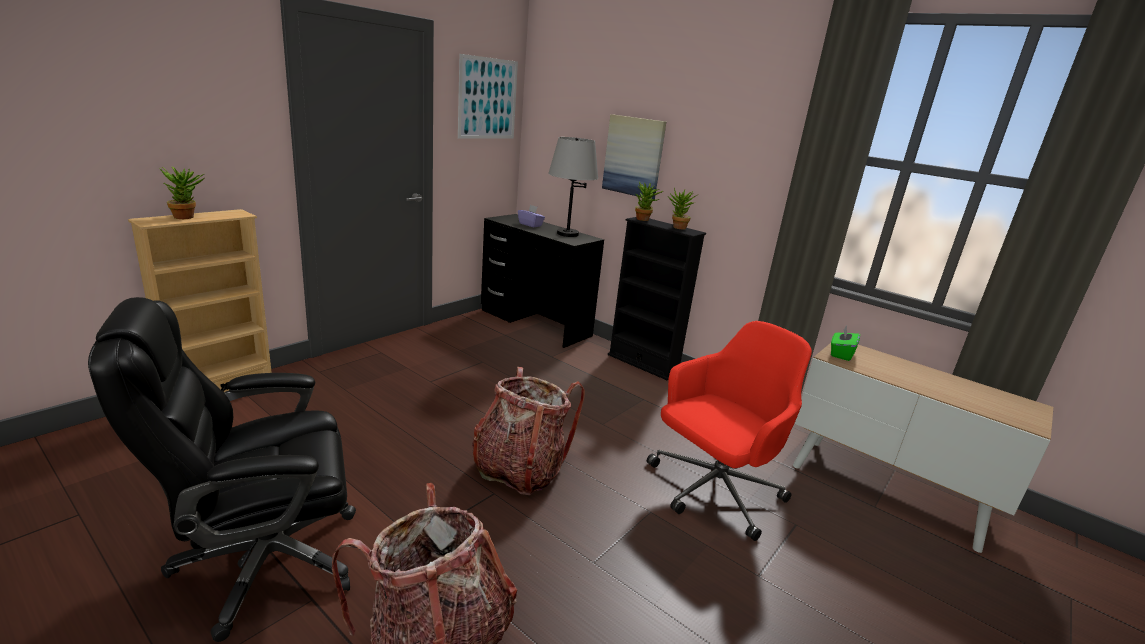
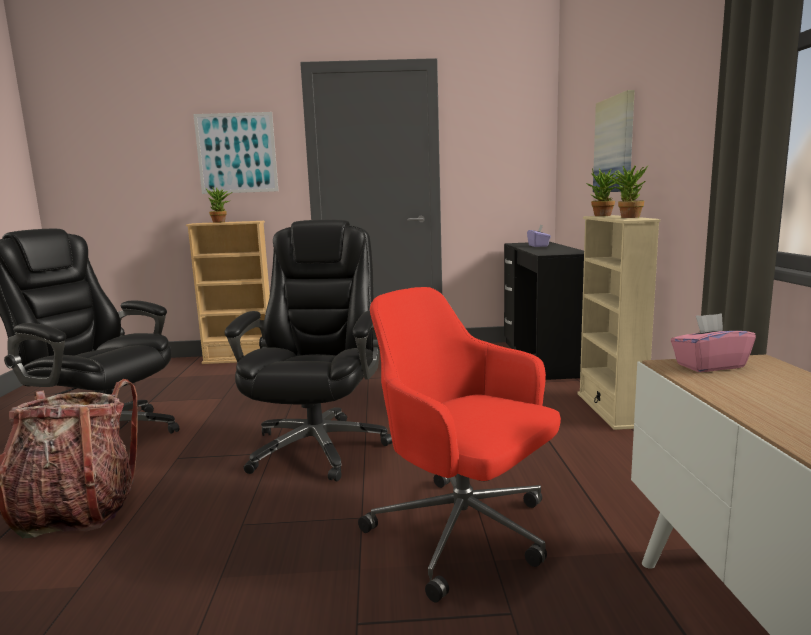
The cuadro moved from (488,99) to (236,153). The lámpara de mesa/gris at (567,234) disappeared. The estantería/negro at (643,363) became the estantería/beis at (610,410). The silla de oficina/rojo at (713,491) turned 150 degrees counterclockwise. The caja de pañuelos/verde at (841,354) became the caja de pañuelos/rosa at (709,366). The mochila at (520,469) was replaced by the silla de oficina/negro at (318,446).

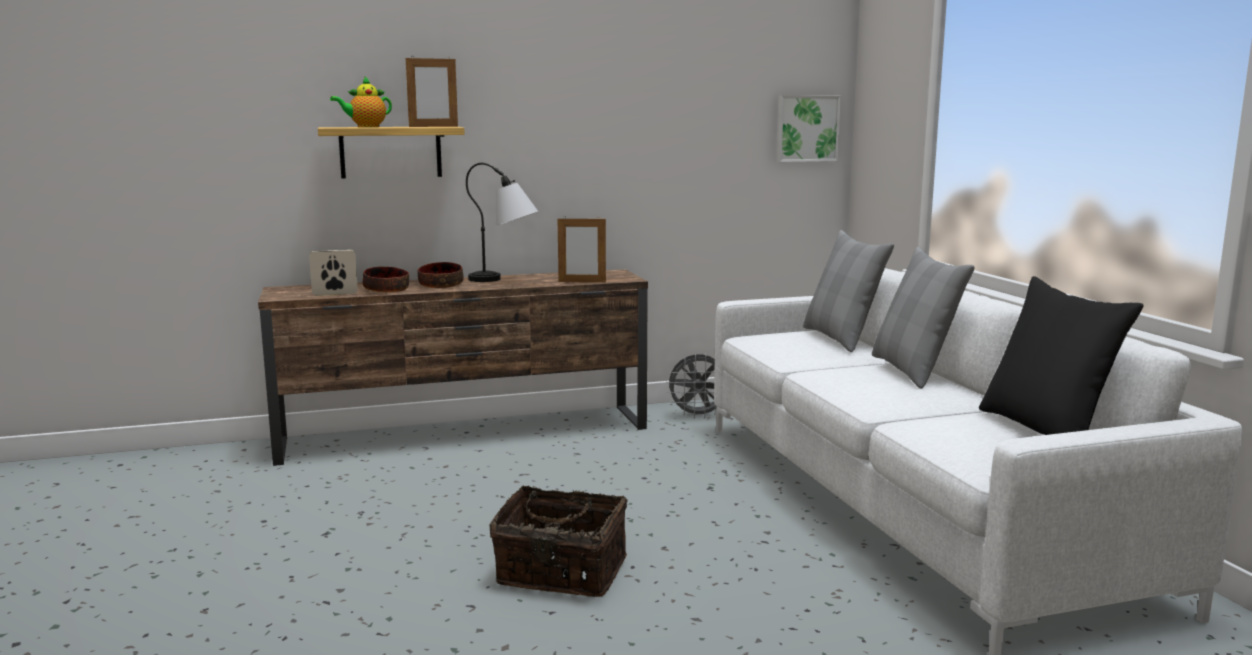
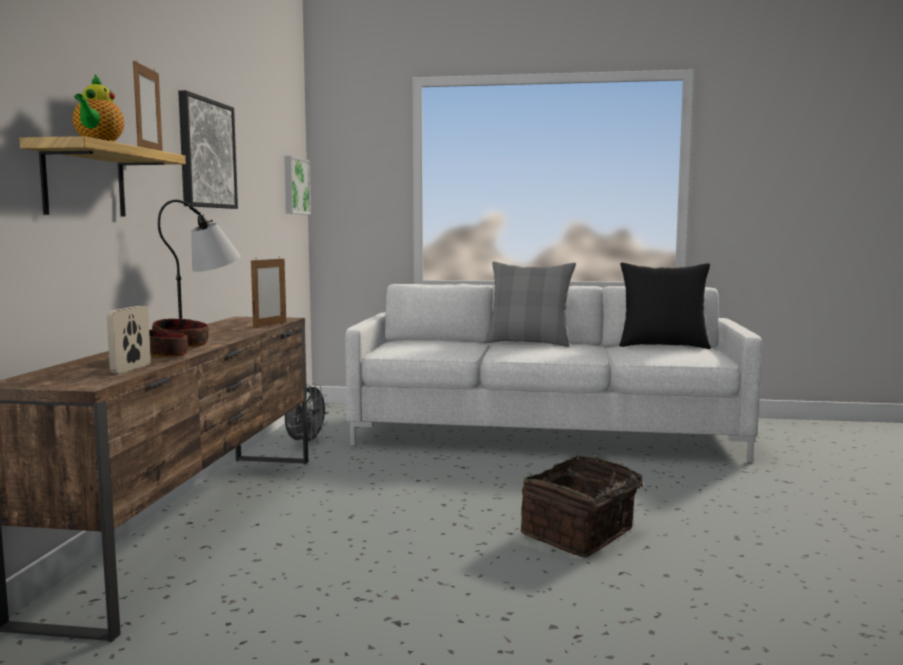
The cojín/gris at (841,338) disappeared. The cuadro at (206,154) appeared.

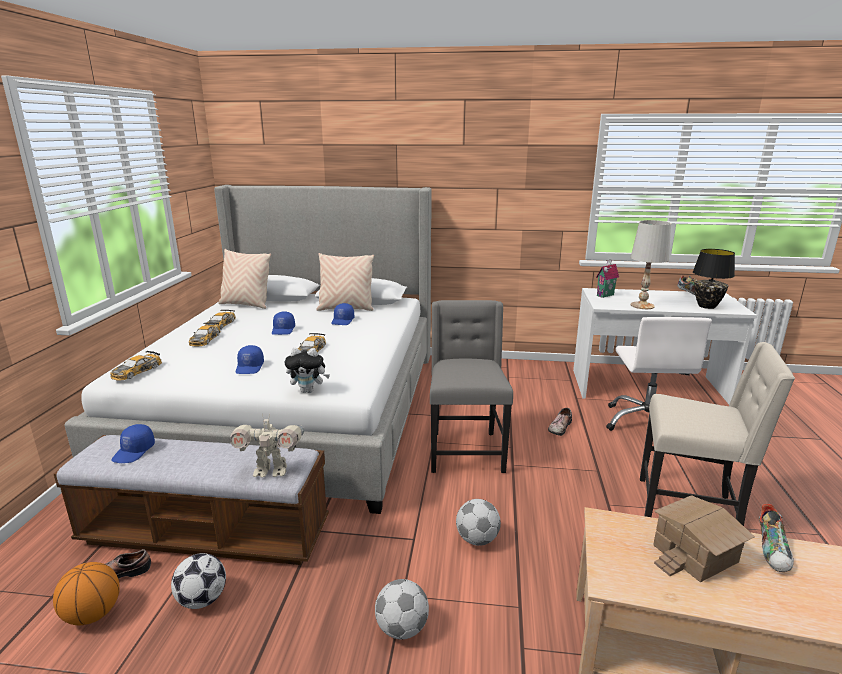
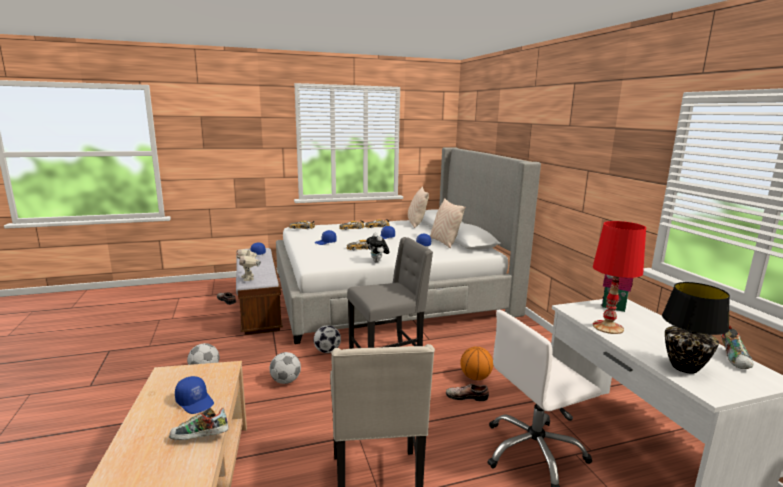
The lámpara de mesa/blanco at (642,305) became the lámpara de mesa/rojo at (608,327). The peluche moved from (308,391) to (377,261). The casita at (693,552) was replaced by the gorra/azul at (195,402). The balón de fútbol moved from (202,599) to (327,351). The balón de baloncesto moved from (93,614) to (475,377).

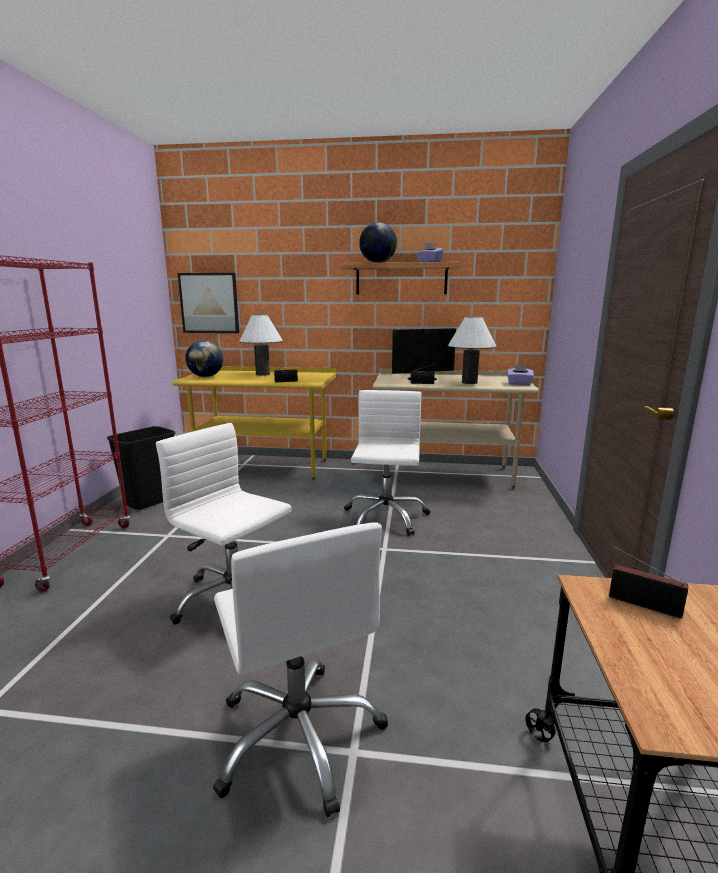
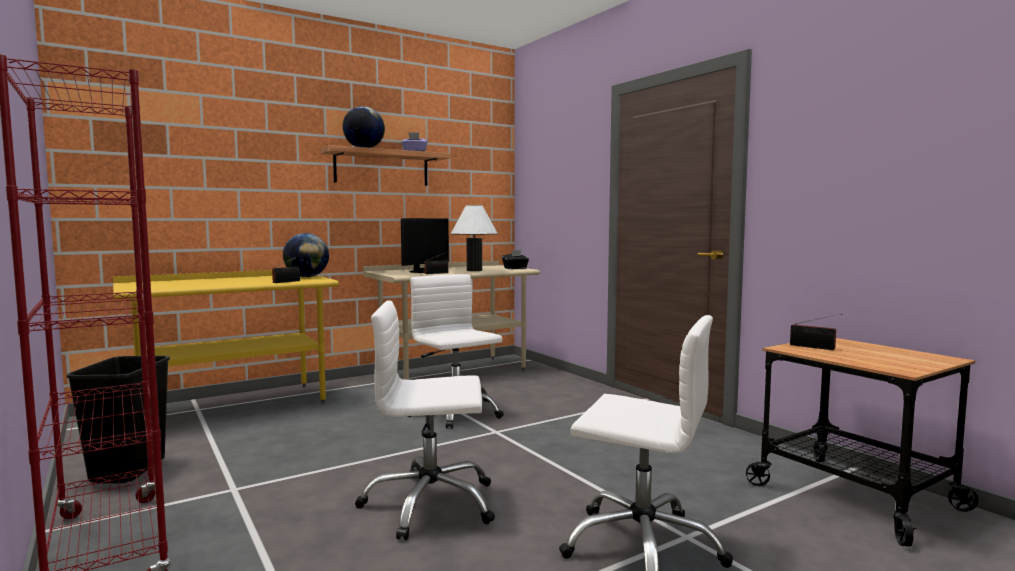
The cuadro at (209,303) disappeared. The lámpara de mesa/blanco at (262,374) disappeared. The globo terráqueo moved from (206,376) to (307,277). The caja de pañuelos/morado at (519,384) became the caja de pañuelos/negro at (515,268). The radio at (640,603) turned 135 degrees counterclockwise.

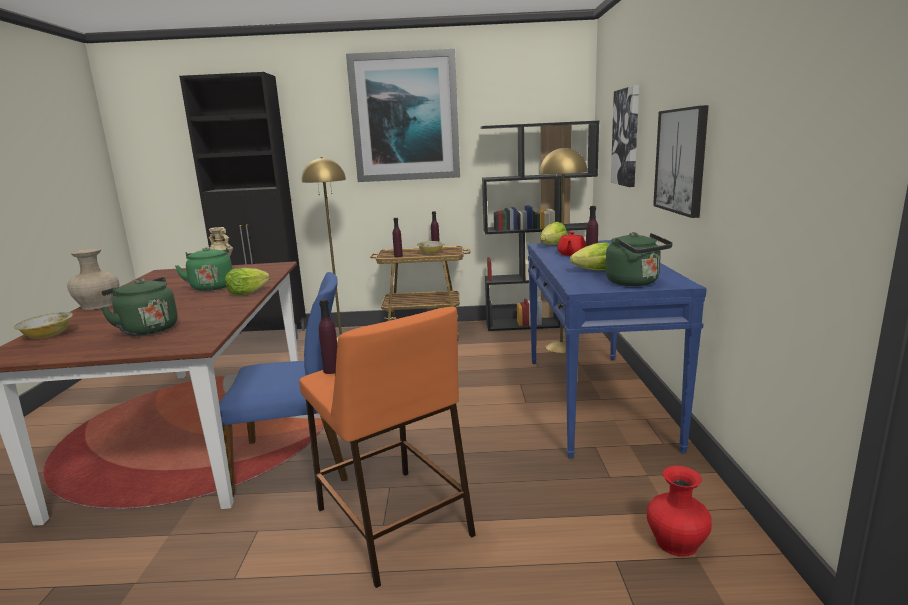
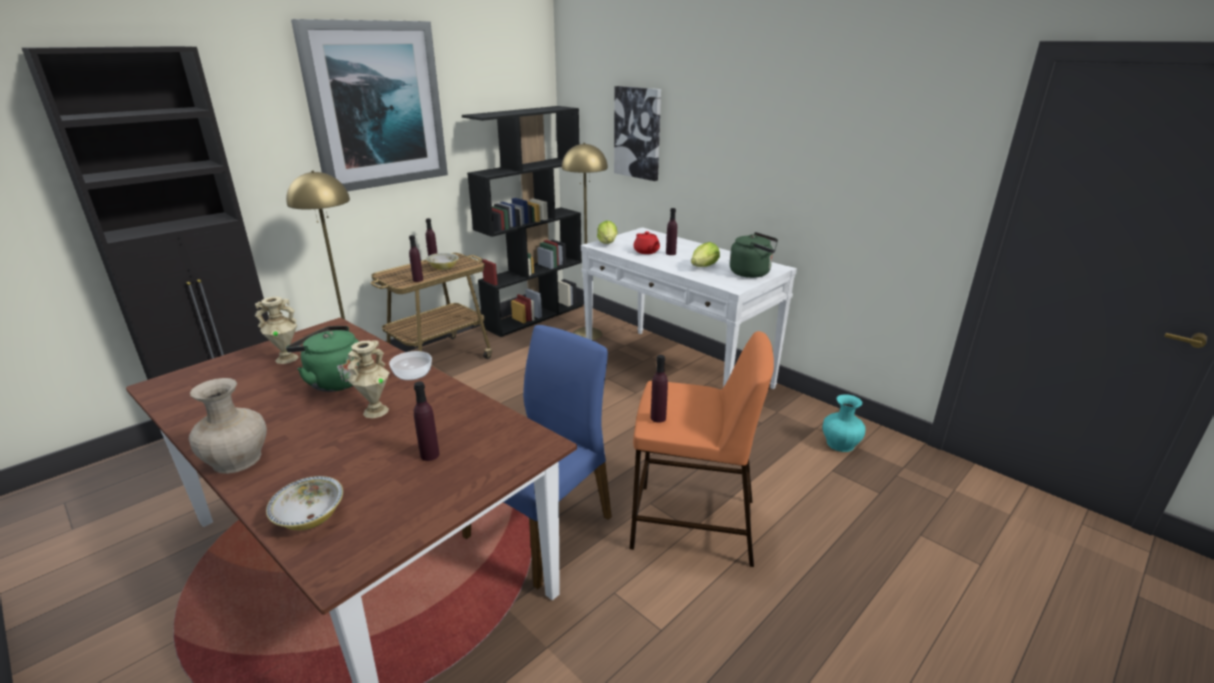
The cuadro at (681,161) disappeared. The mesa consola/azul at (596,400) became the mesa consola/blanco at (677,371). The lechuga at (247,293) was replaced by the cuenco at (412,374). The hervidor/verde at (147,329) was replaced by the botella/morado at (430,455). The florero/rojo at (677,542) became the florero/turquesa at (841,444). The florero/beis at (375,411) appeared.

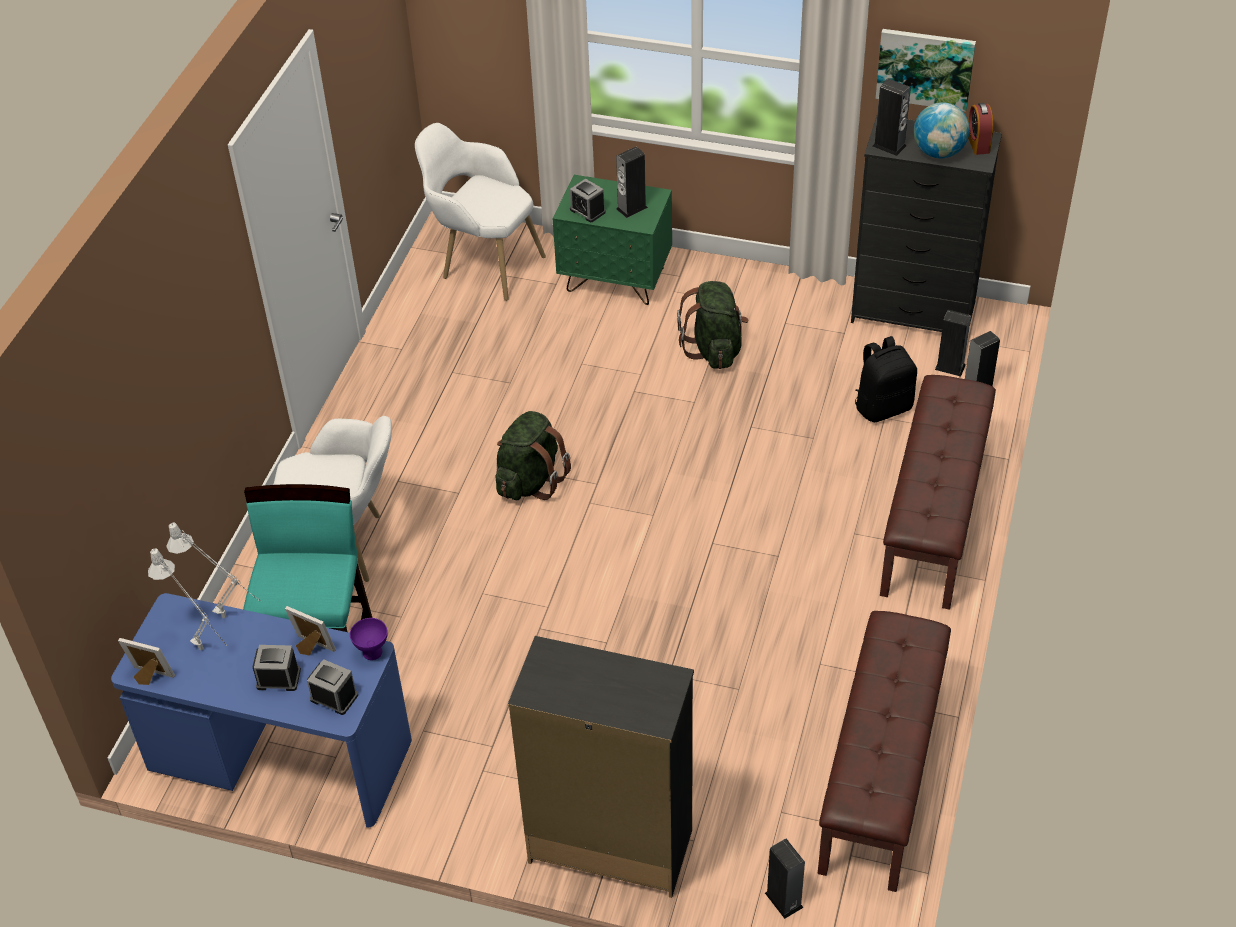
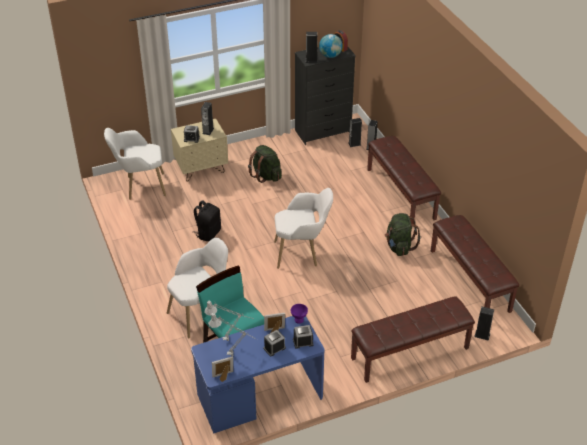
The cuadro at (925,68) disappeared. The mesita de noche/verde at (616,280) became the mesita de noche/beis at (201,169). The mochila/negro moved from (883,407) to (208,233). The mochila/verde moved from (530,481) to (399,247). The cómoda/negro at (609,846) was replaced by the banco/marrón at (410,353). The sillón/blanco at (302,253) appeared.

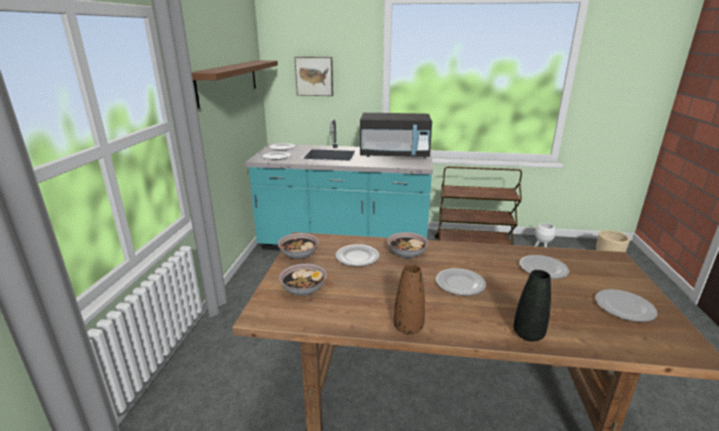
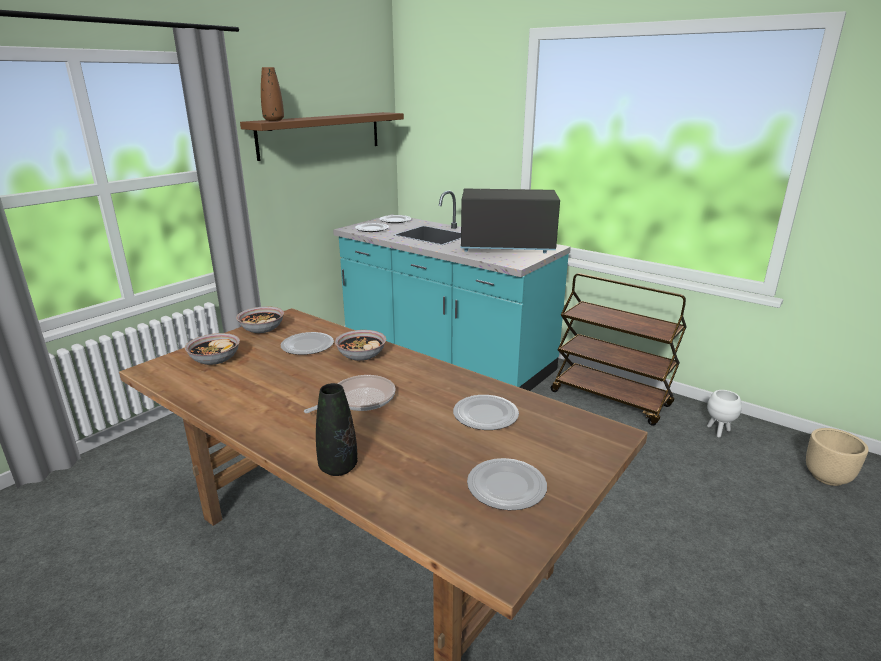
The cuadro at (314,76) disappeared. The microondas/negro at (394,155) turned 150 degrees clockwise. The florero/marrón moved from (408,328) to (273,120). The plato at (459,284) was replaced by the sartén at (360,399).

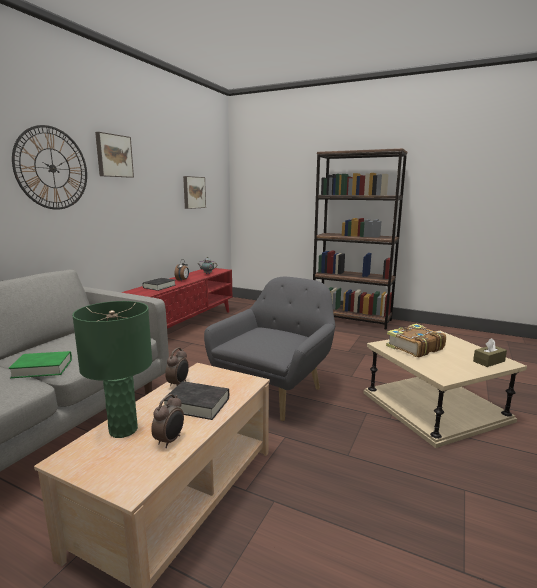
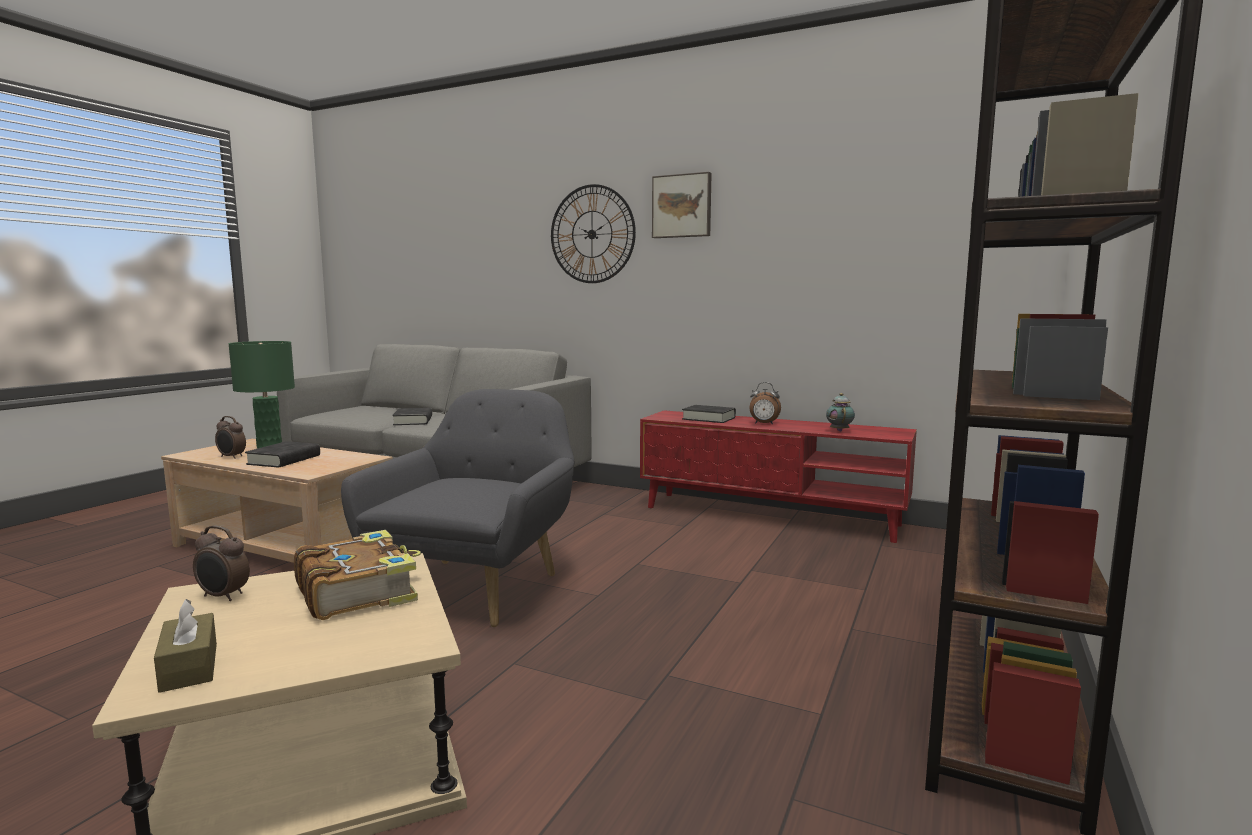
The cuadro at (193,192) disappeared. The sillón/gris at (275,391) turned 105 degrees counterclockwise. The despertador moved from (178,384) to (223,596). The libro/verde at (42,368) became the libro/negro at (413,421).

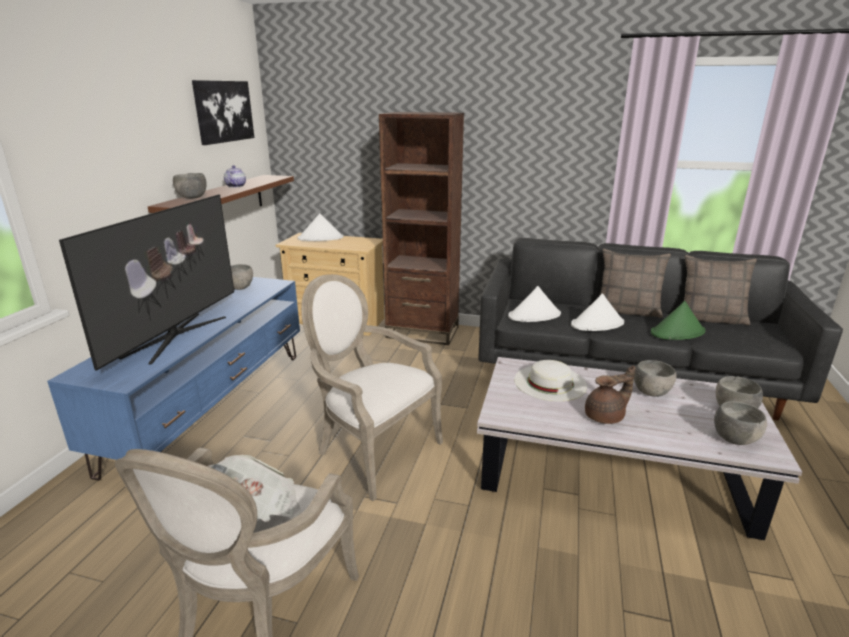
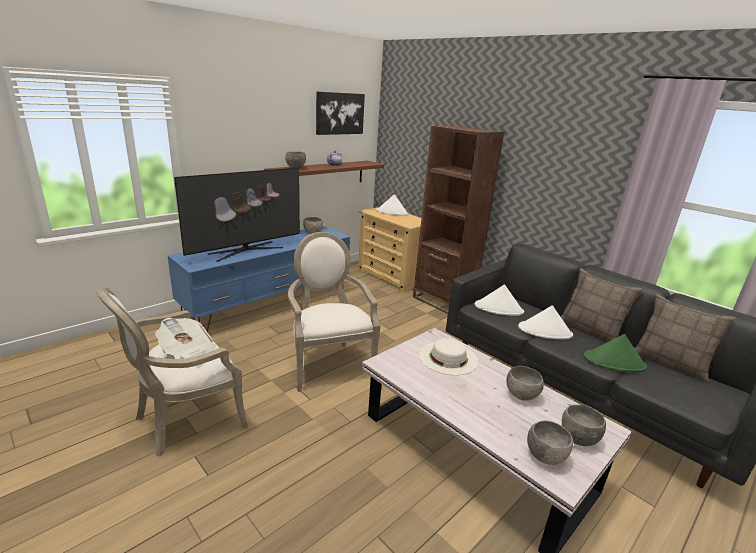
The tetera/marrón at (606,417) disappeared.

